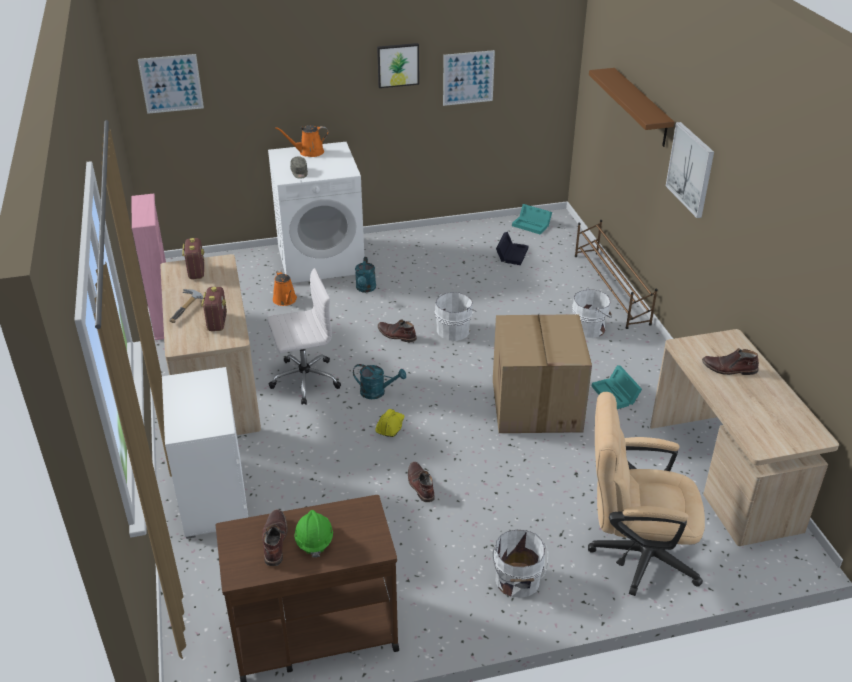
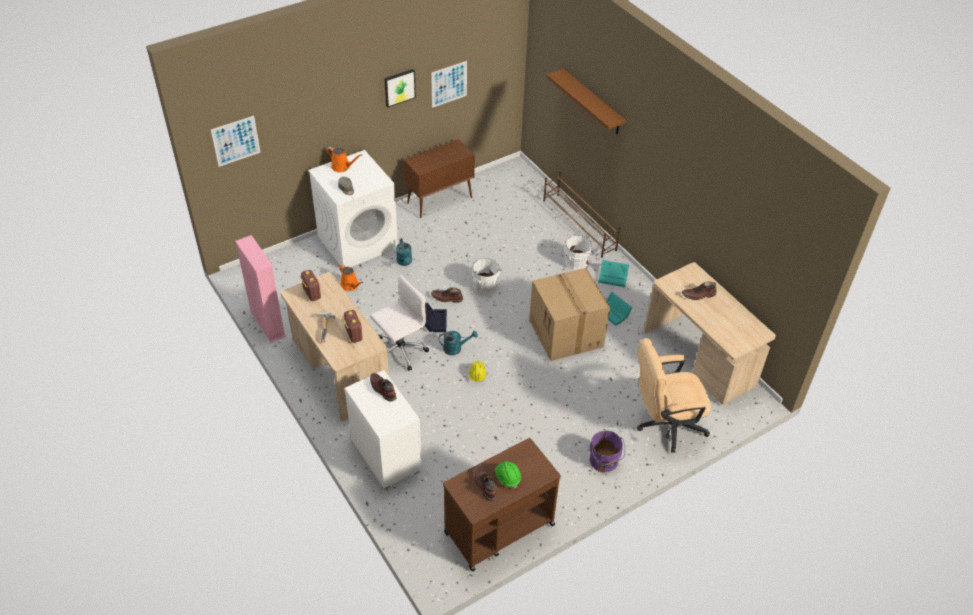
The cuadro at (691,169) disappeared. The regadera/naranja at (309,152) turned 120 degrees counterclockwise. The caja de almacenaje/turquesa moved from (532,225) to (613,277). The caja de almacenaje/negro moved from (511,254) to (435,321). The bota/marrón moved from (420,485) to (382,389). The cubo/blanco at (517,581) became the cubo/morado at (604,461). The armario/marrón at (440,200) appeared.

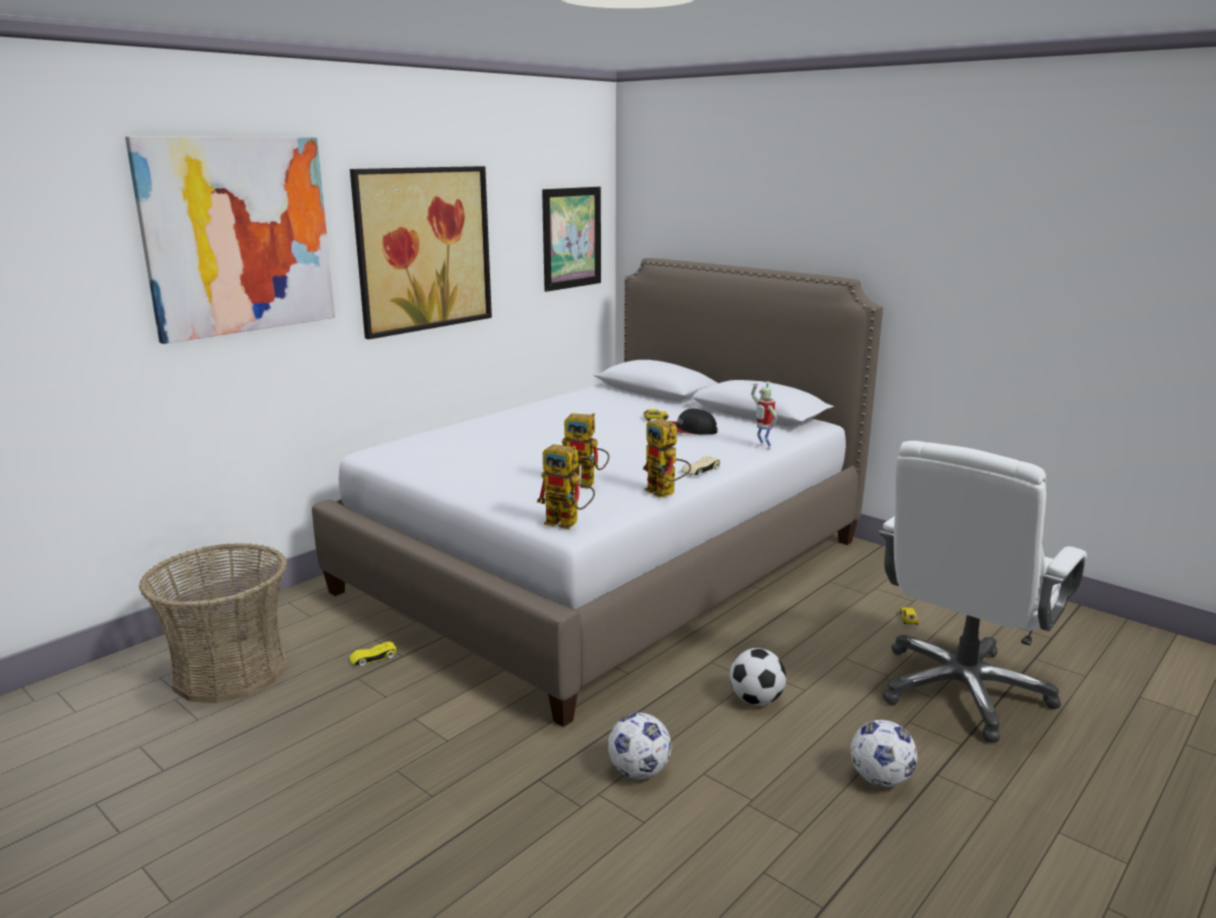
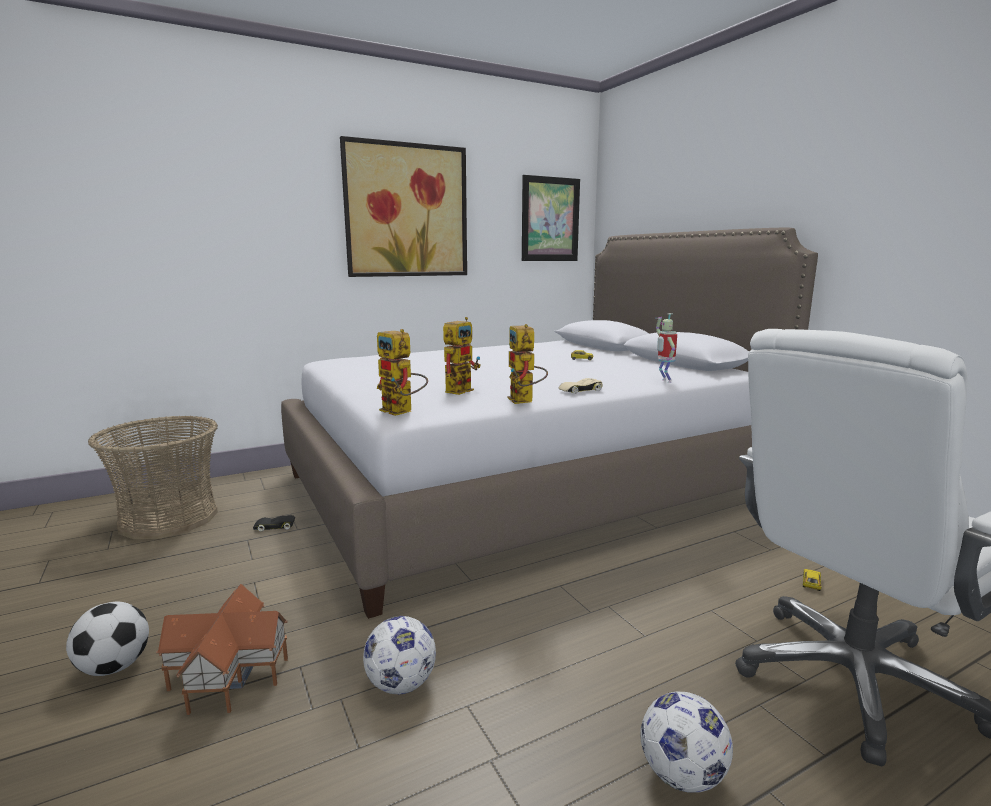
The cuadro at (238,236) disappeared. The gorra at (689,430) disappeared. The robot de juguete at (587,483) turned 90 degrees counterclockwise. The coche de juguete/amarillo at (373,658) became the coche de juguete/negro at (274,526). The balón de fútbol moved from (756,700) to (114,667). The casita at (227,675) appeared.

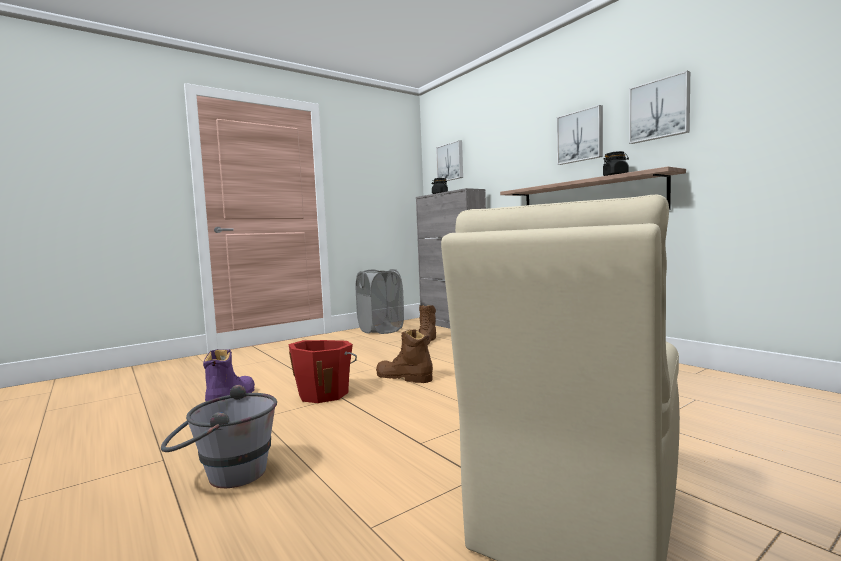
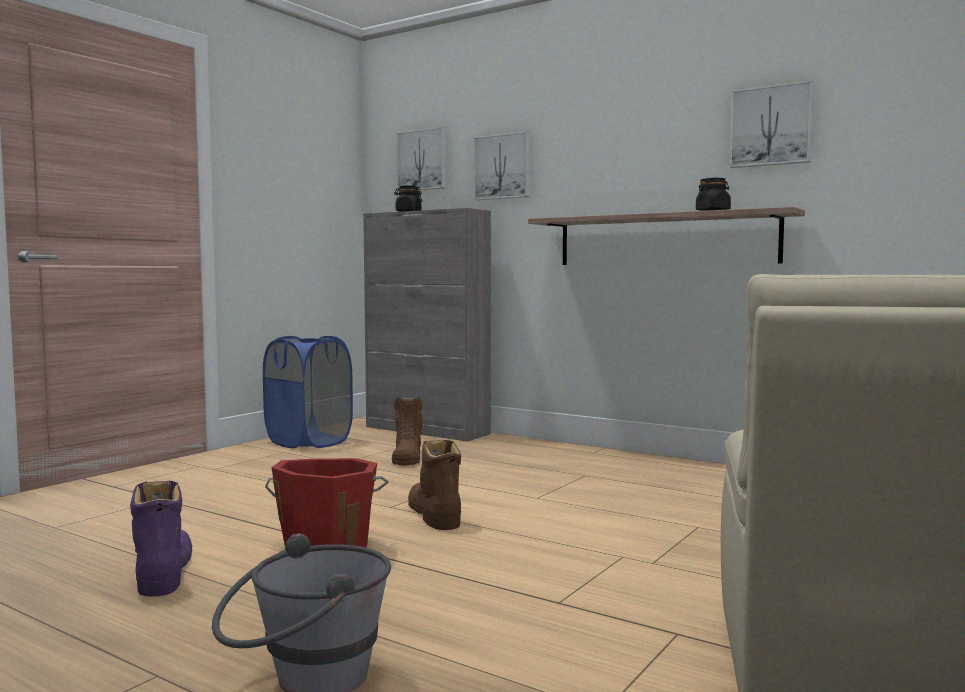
The cuadro moved from (580,136) to (503,167). The cesto de la ropa/gris at (381,330) became the cesto de la ropa/azul at (309,442). The bota/marrón at (404,377) turned 60 degrees clockwise.

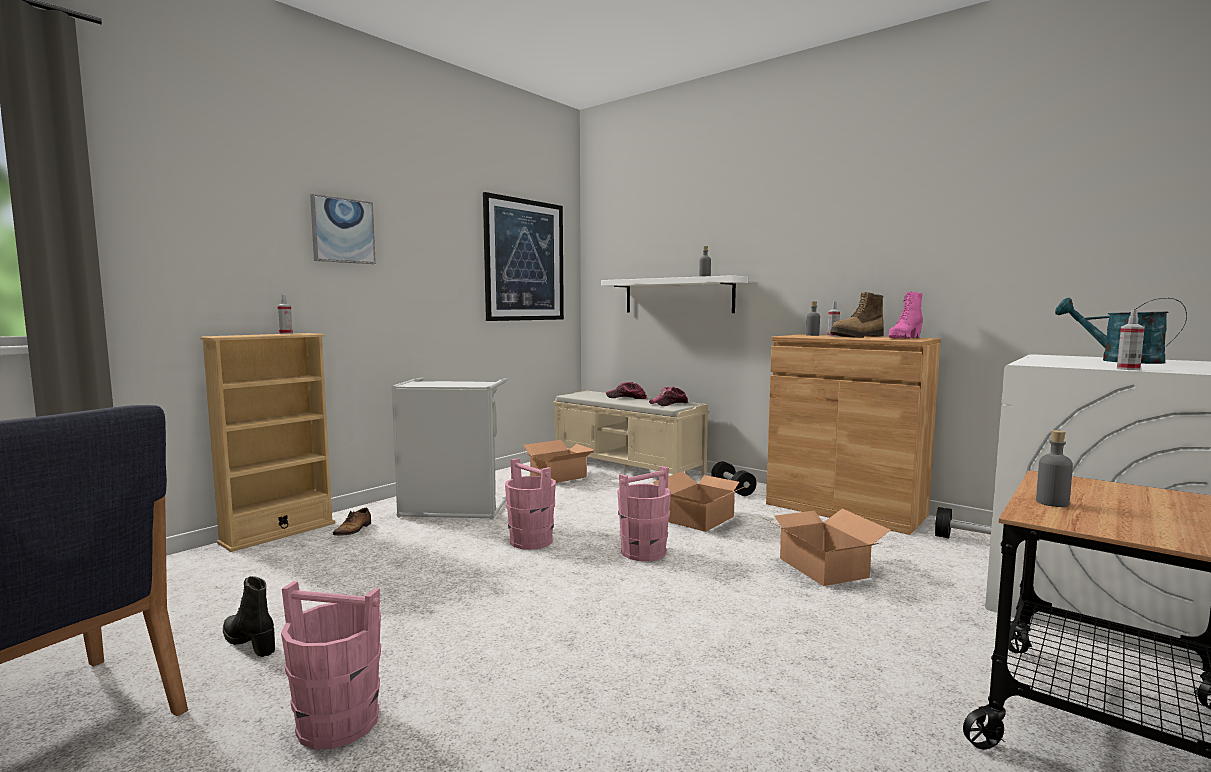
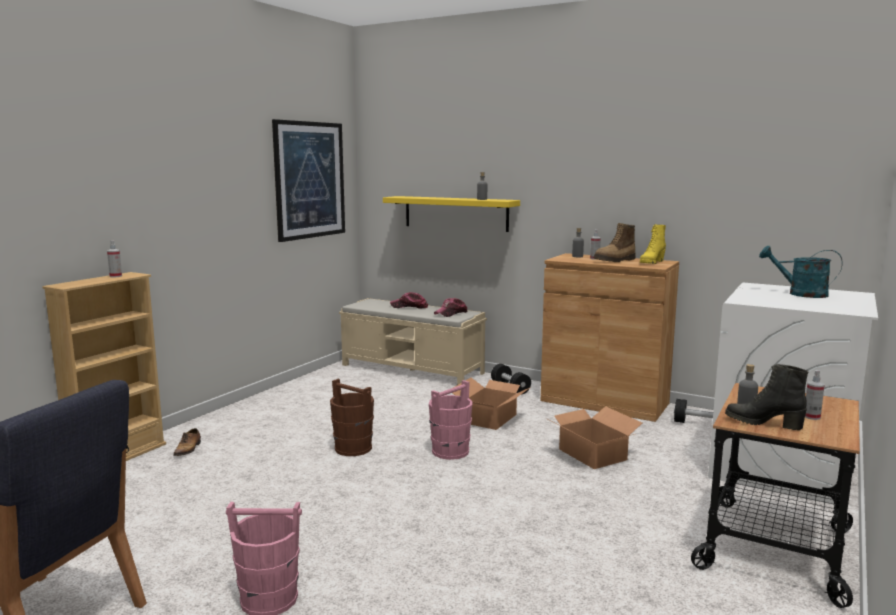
The cuadro at (343,230) disappeared. The estante/blanco at (678,295) became the estante/amarillo at (455,213). The bota/rosa at (904,338) became the bota/amarillo at (651,262). The pulverizador moved from (1128,369) to (812,417). The cesto de la ropa/gris at (453,510) disappeared. The caja de cartón at (559,477) disappeared. The cubo/rosa at (531,541) became the cubo/marrón at (353,448). The bota/negro moved from (250,642) to (763,423).

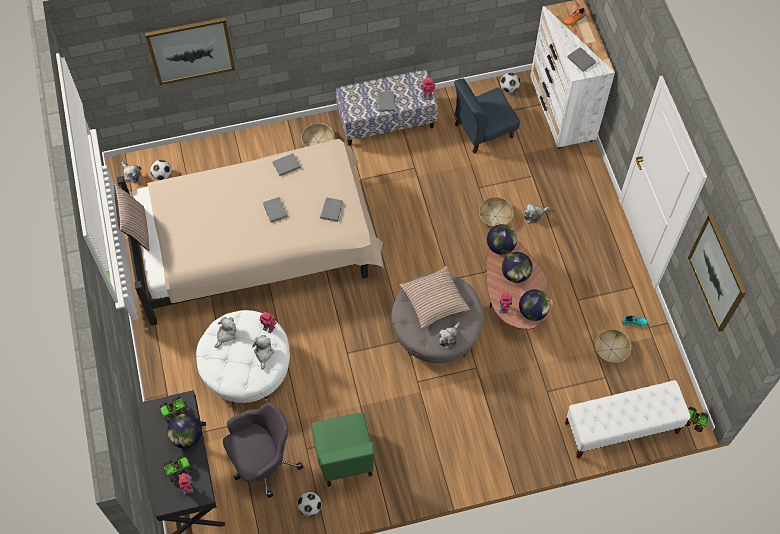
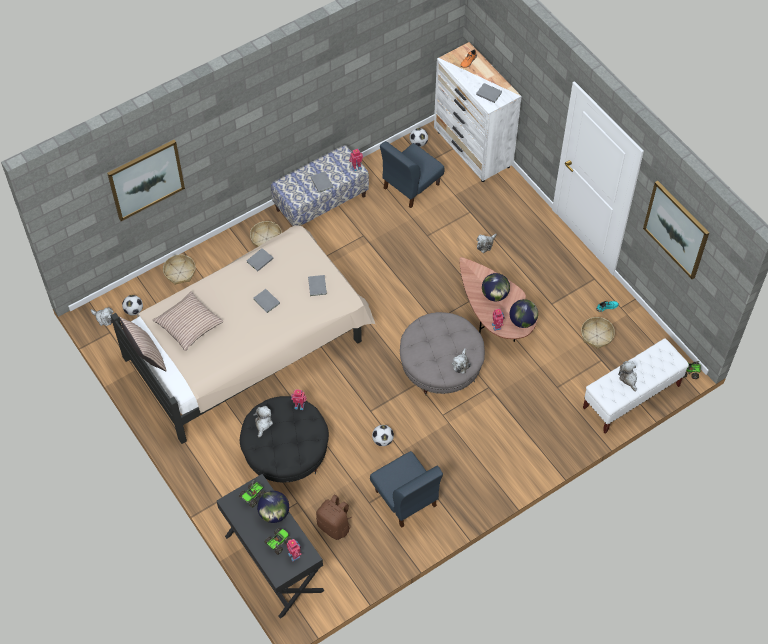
The cesta moved from (495,216) to (180,272). The globo terráqueo at (500,246) disappeared. The cojín moved from (434,300) to (188,325). The puf/blanco at (246,368) became the puf/negro at (286,452). The peluche moved from (263,353) to (628,378). The silla de oficina/gris at (262,461) was replaced by the mochila/marrón at (334,526). The silla/verde at (344,457) became the silla/azul at (405,499). The balón de fútbol moved from (310,507) to (382,440).

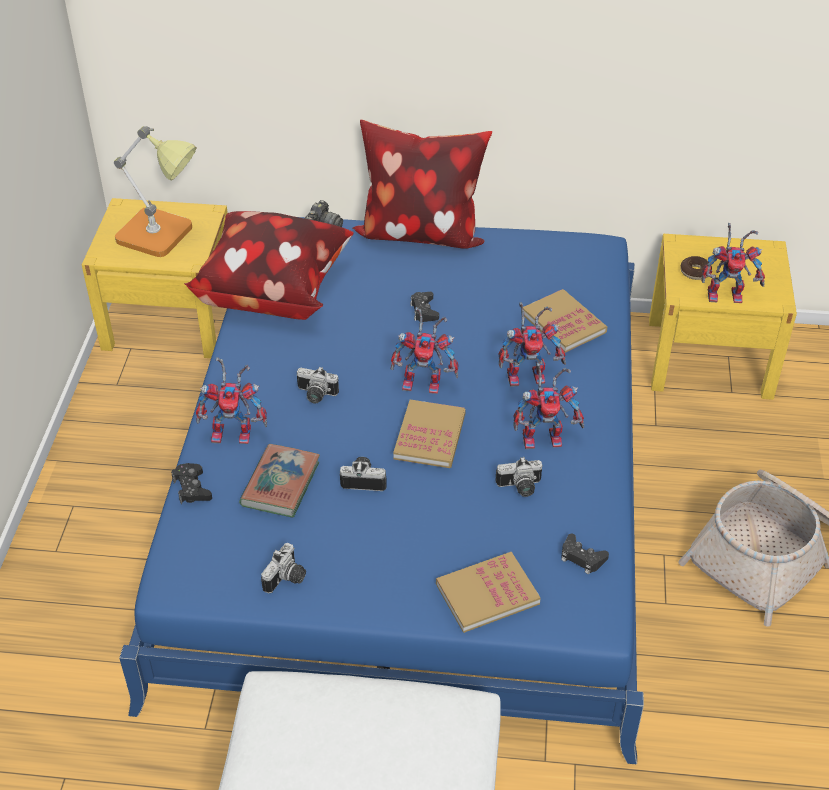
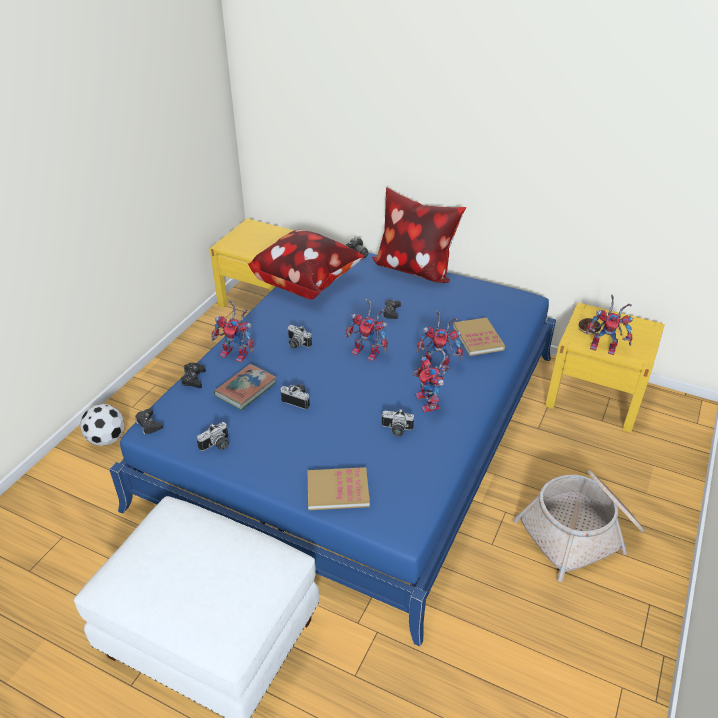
The lámpara de mesa at (163,236) disappeared. The robot de juguete at (545,437) turned 60 degrees clockwise. The libro at (430,436) disappeared. The mando de consola/negro moved from (582,557) to (149,424). The balón de fútbol at (107,438) appeared.

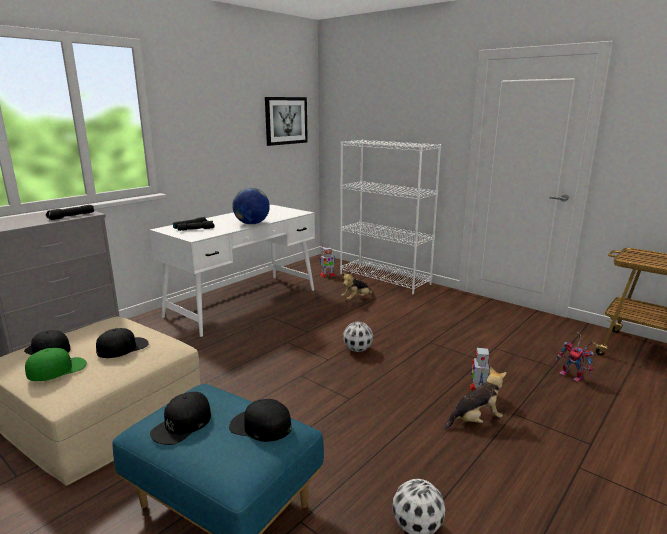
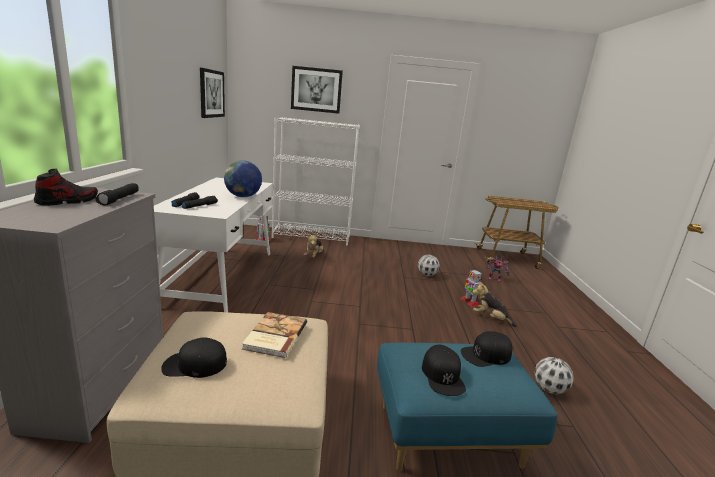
The balón de fútbol moved from (358,350) to (427,275). The gorra/negro at (123,347) was replaced by the libro at (274,336). The gorra/verde at (57,369) disappeared. The peluche at (475,420) turned 90 degrees counterclockwise. The cuadro at (316,90) appeared. The zapato at (68,201) appeared.

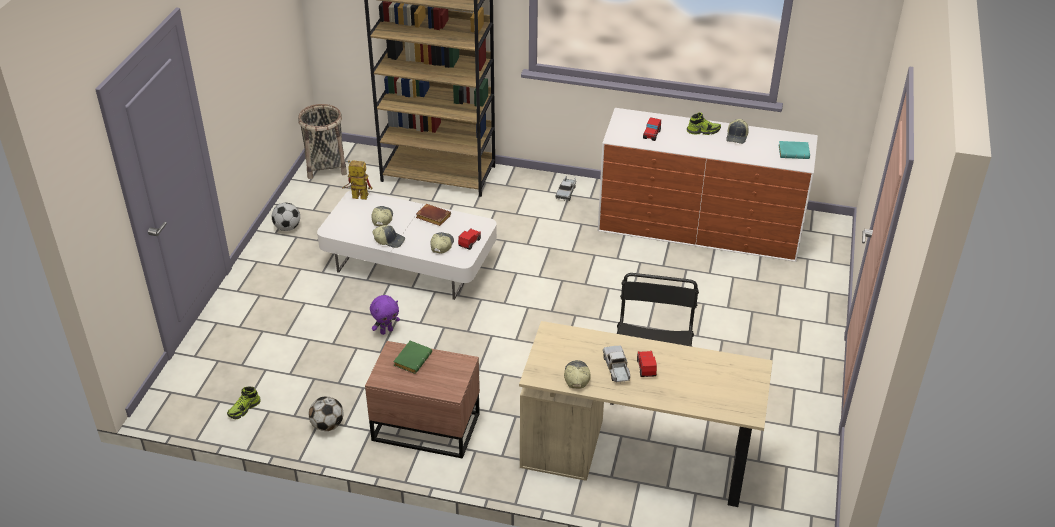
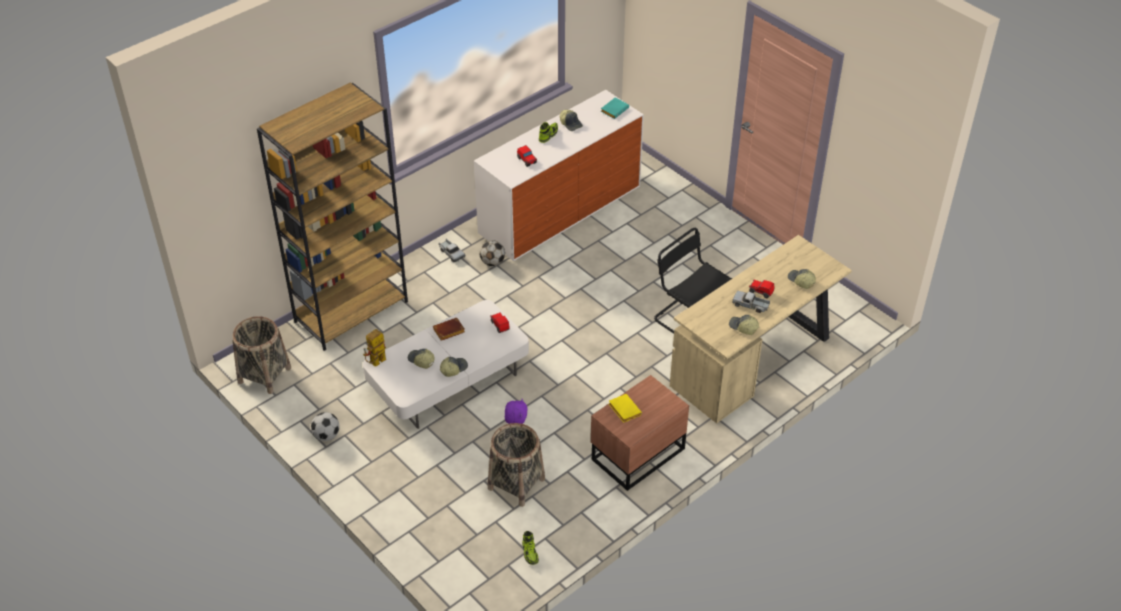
The gorra moved from (441,245) to (801,281). The libro/verde at (412,359) became the libro/amarillo at (623,410). The balón de fútbol moved from (327,425) to (492,262). The cesta at (516,484) appeared.

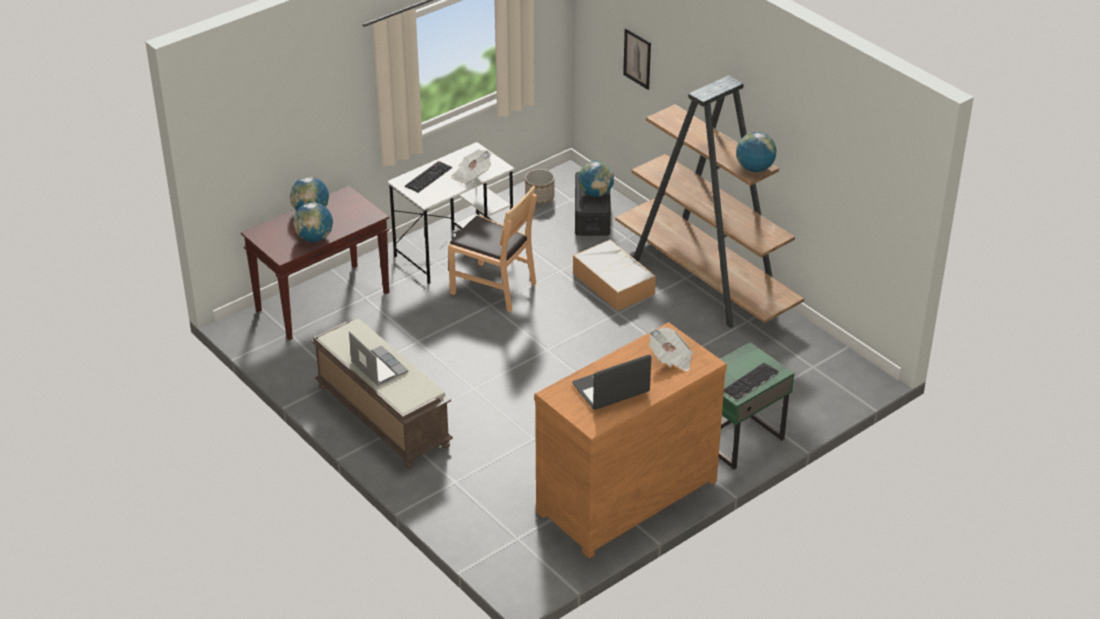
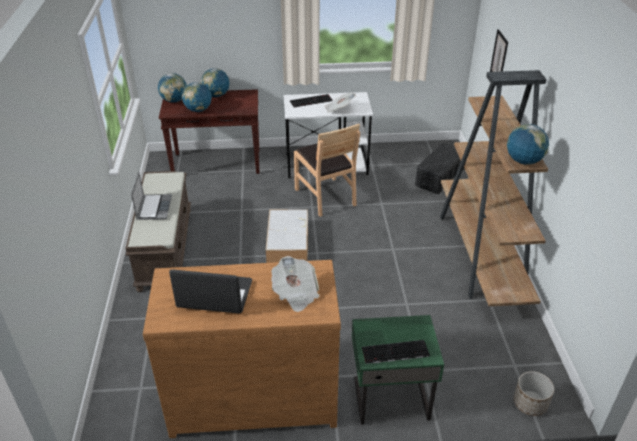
The globo terráqueo moved from (595,193) to (174,100). The maceta moved from (540,198) to (530,403). The caja de almacenaje moved from (612,283) to (287,243).

